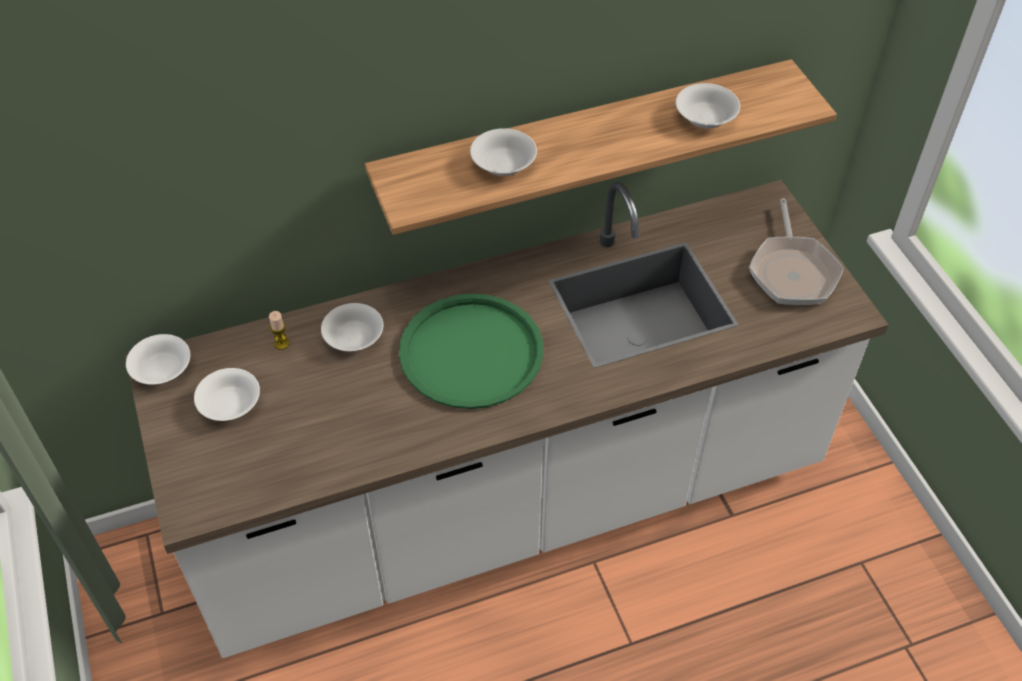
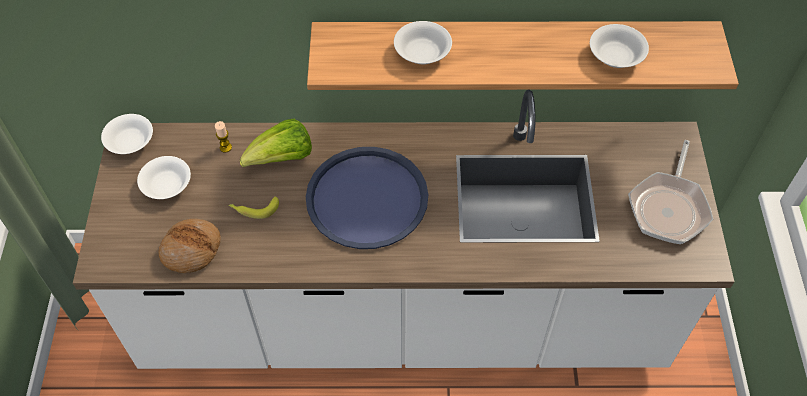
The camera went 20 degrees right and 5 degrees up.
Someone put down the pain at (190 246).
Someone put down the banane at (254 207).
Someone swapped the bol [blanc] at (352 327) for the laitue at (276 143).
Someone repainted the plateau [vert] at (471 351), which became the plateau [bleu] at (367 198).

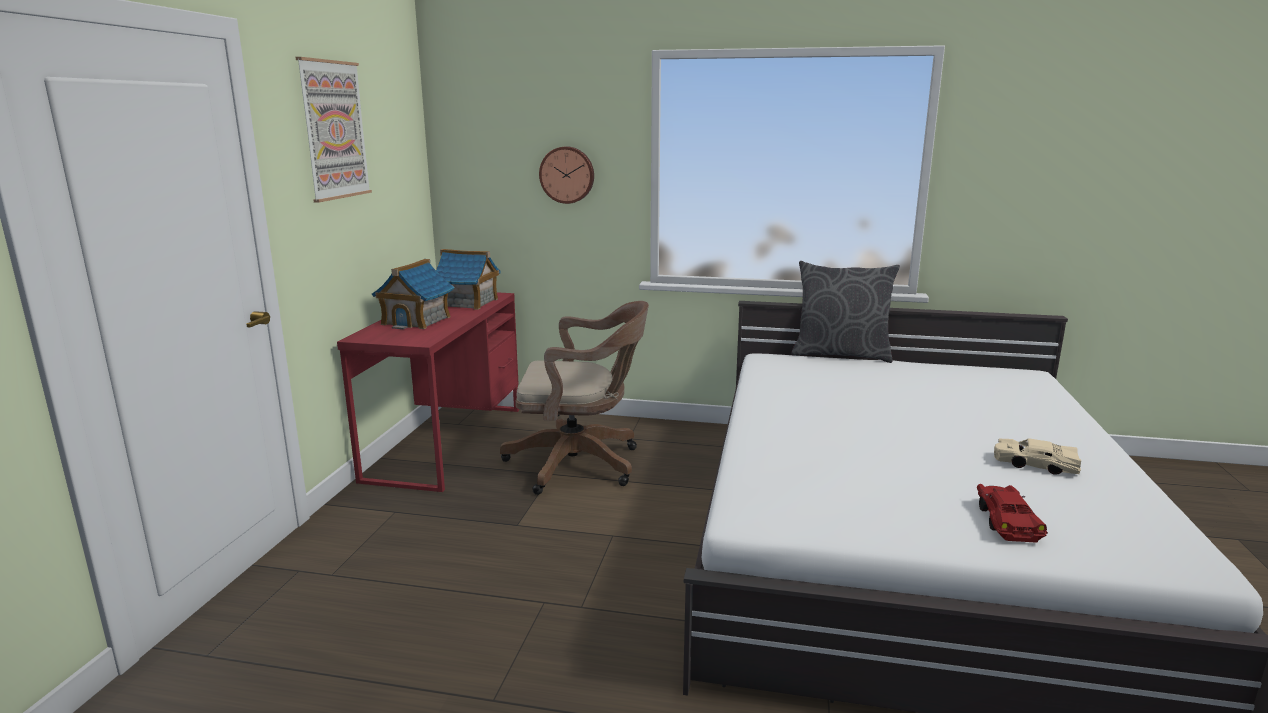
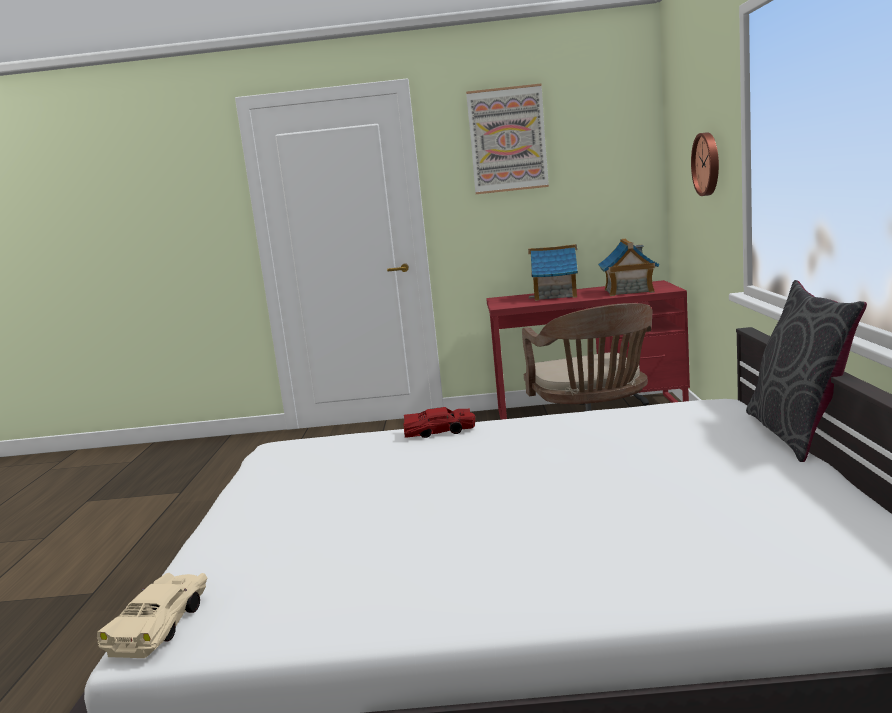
The camera went 80 degrees right and 5 degrees down.
Someone carried the petite voiture [beige] from (1037 456) to (152 615).
Someone carried the petite voiture [rouge] from (1012 513) to (439 422).

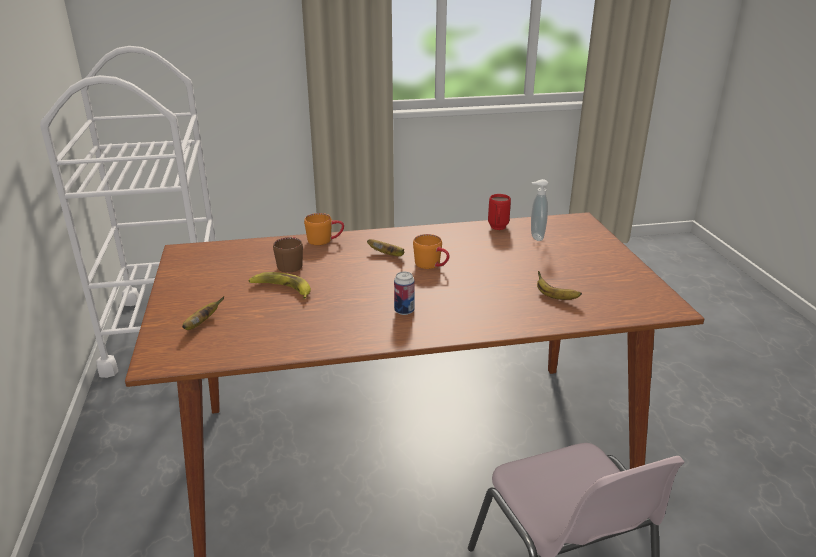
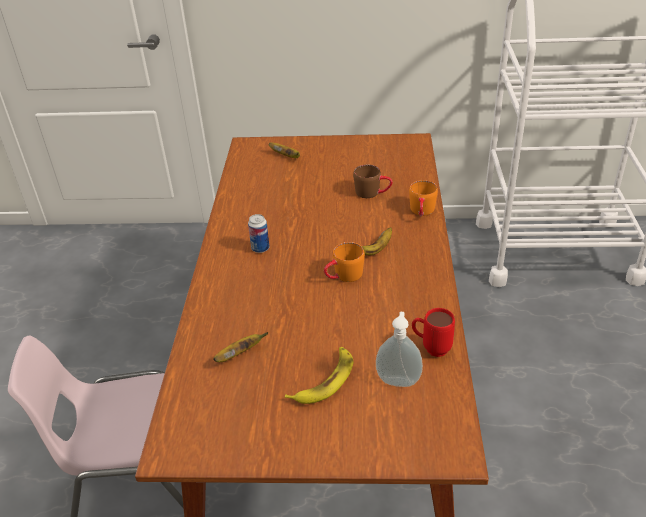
The camera went 105 degrees right and 10 degrees up.
Someone carried the banane from (280 285) to (319 375).

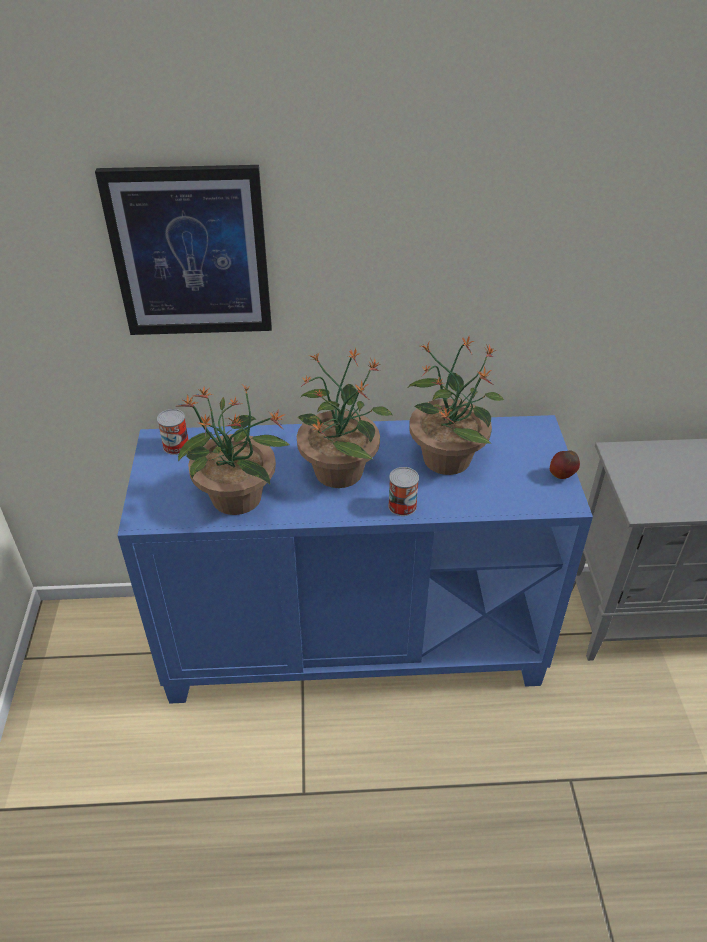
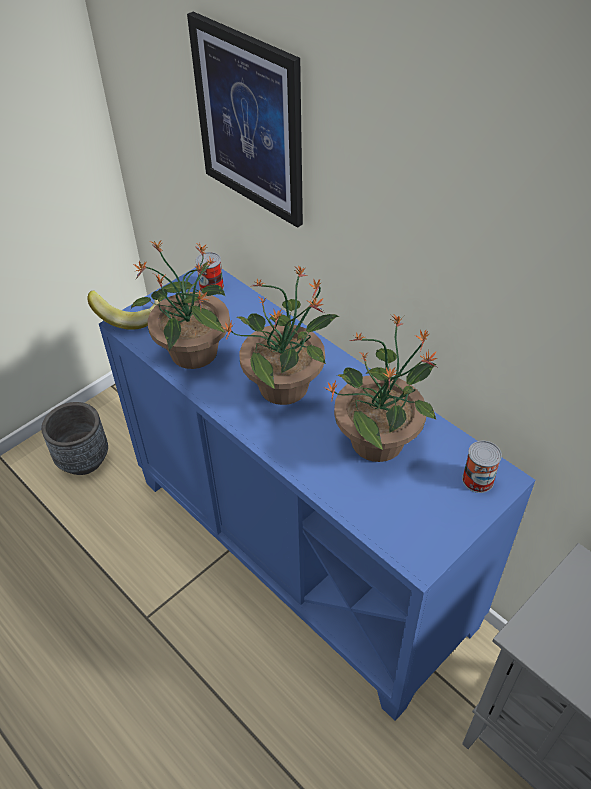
The camera went 50 degrees right and 5 degrees up.
Someone put down the cache-pot [gris] at (74 438).
Someone put down the banane at (124 310).
Someone carried the boîte métallique from (403 491) to (482 467).
Someone took away the pomme at (565 464).

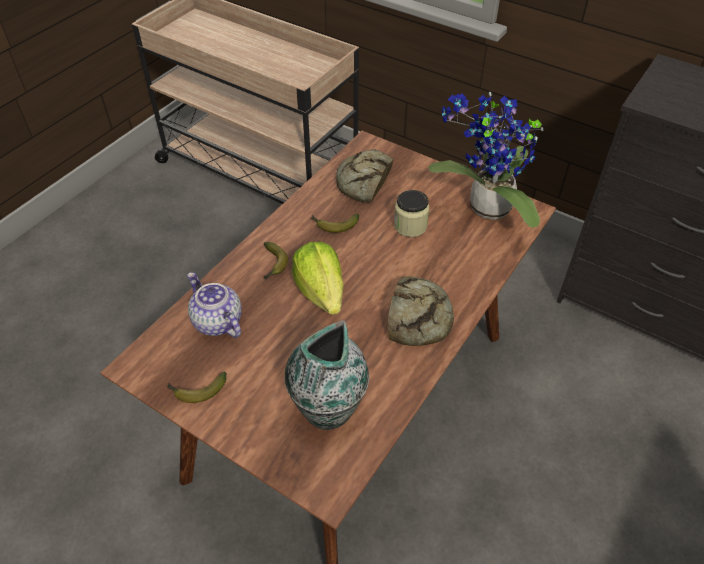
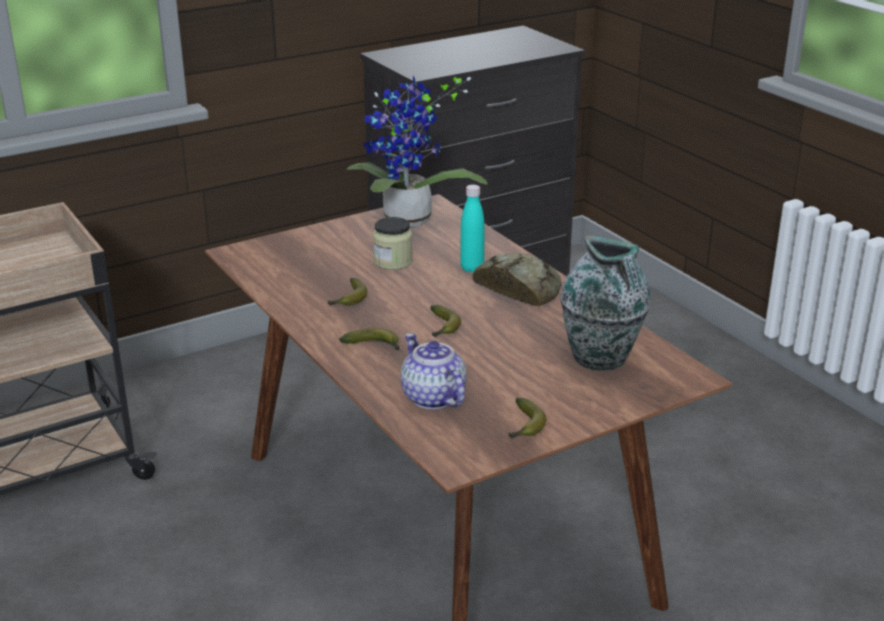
The camera went 65 degrees left and 20 degrees down.
Someone rotated the théière at (214 305) by 75 degrees clockwise.
Someone swapped the laitue at (318 278) for the banane at (446 321).
Someone put down the bouteille [turquoise] at (472 229).
Someone took away the pain at (365 176).

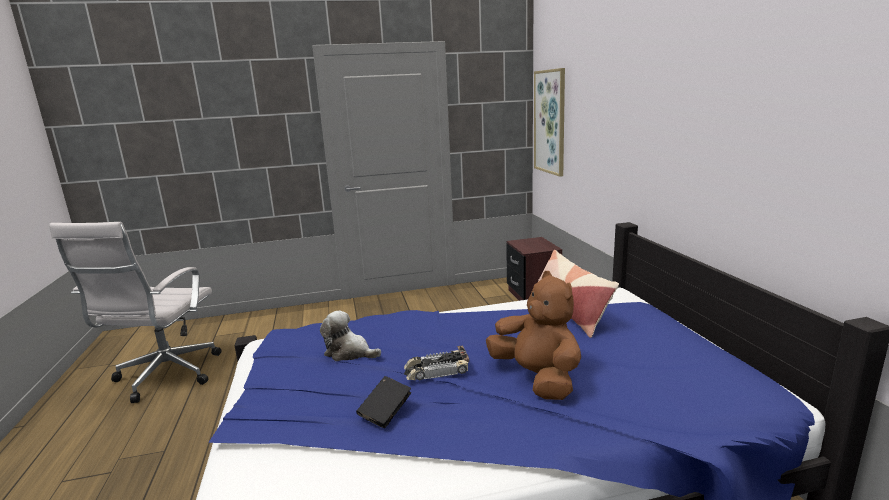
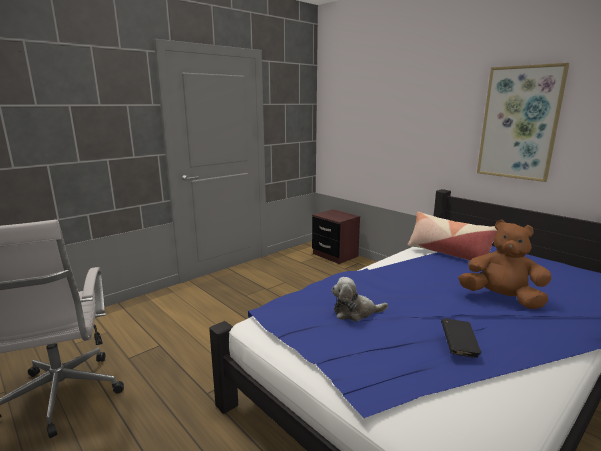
The camera went 30 degrees left and 0 degrees up.
Someone carried the tableau from (549 122) to (523 122).
Someone took away the petite voiture at (436 362).

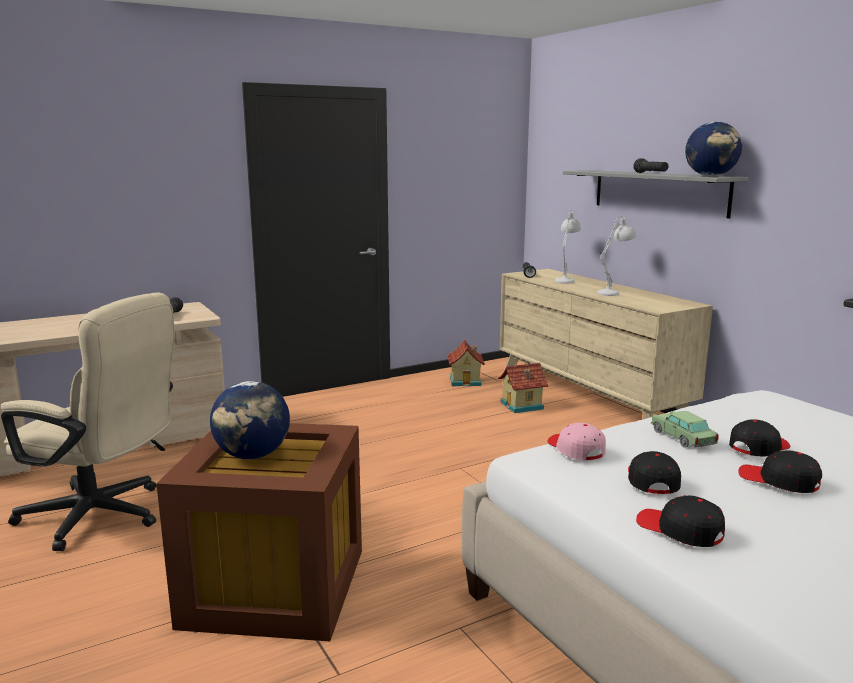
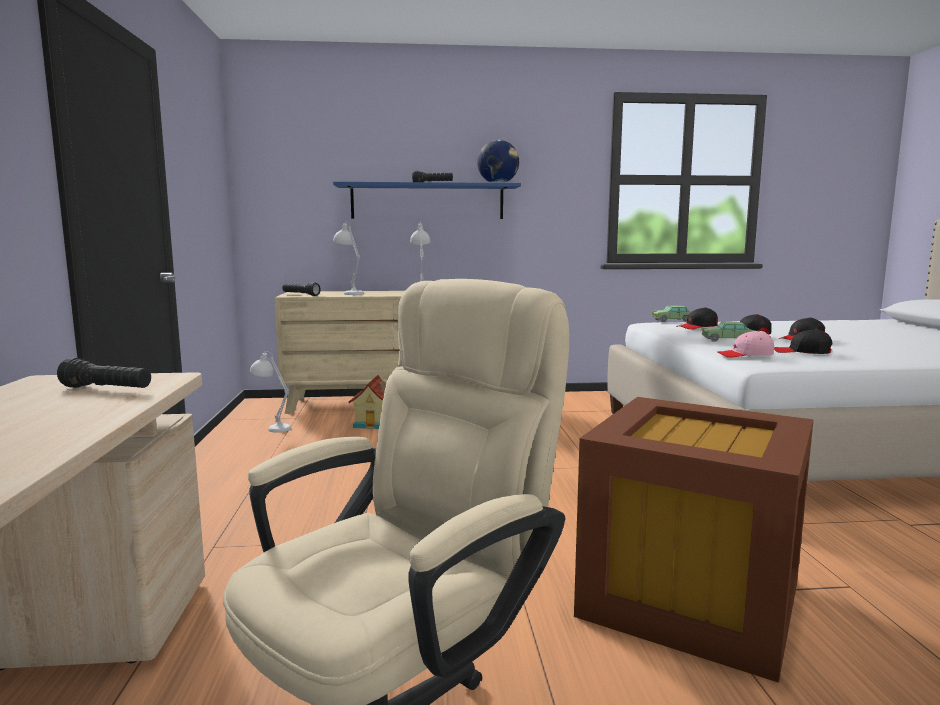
The camera went 65 degrees left and 5 degrees down.
Someone swapped the maison miniature at (466 362) for the lampe de table [blanc] at (270 392).
Someone repainted the étagère [gris] at (655 194), which became the étagère [bleu] at (427 200).
Someone put down the petite voiture at (671 314).
Someone carried the casquette [noir] from (680 521) to (697 318).
Someone took away the globe at (250 420).

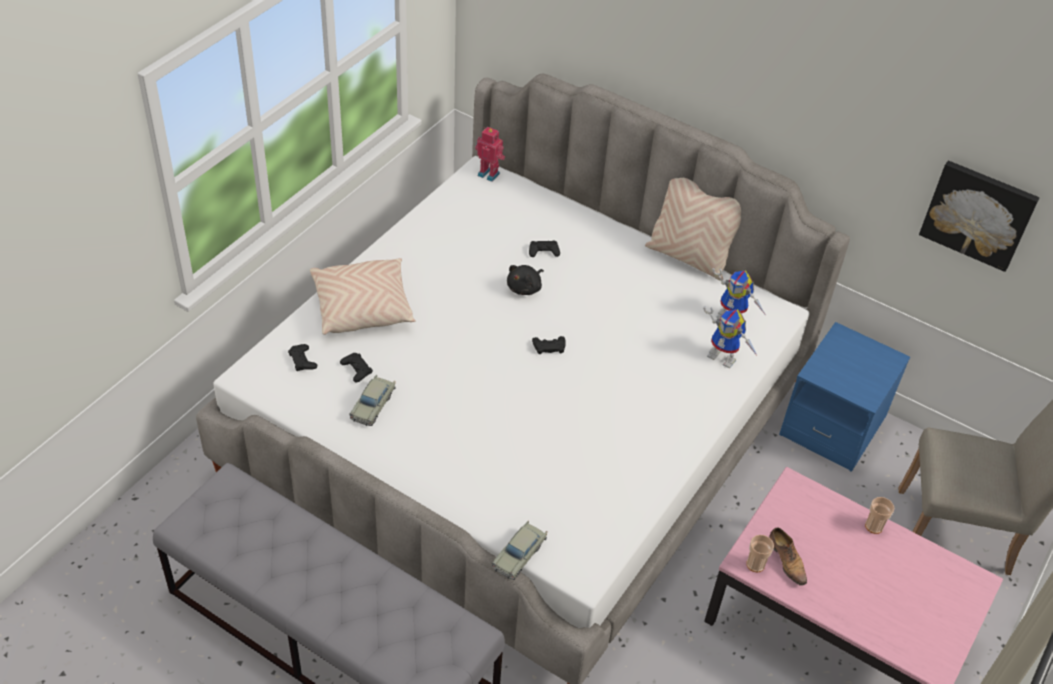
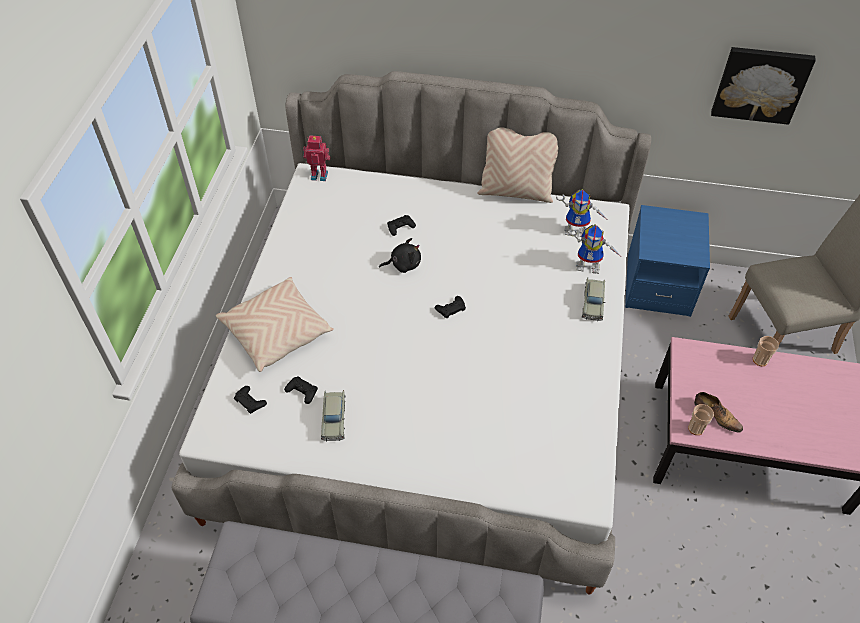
The camera went 20 degrees left and 5 degrees up.
Someone rotated the peluche [noir] at (525 280) by 120 degrees counterclockwise.
Someone carried the petite voiture [beige] from (519 550) to (594 299).

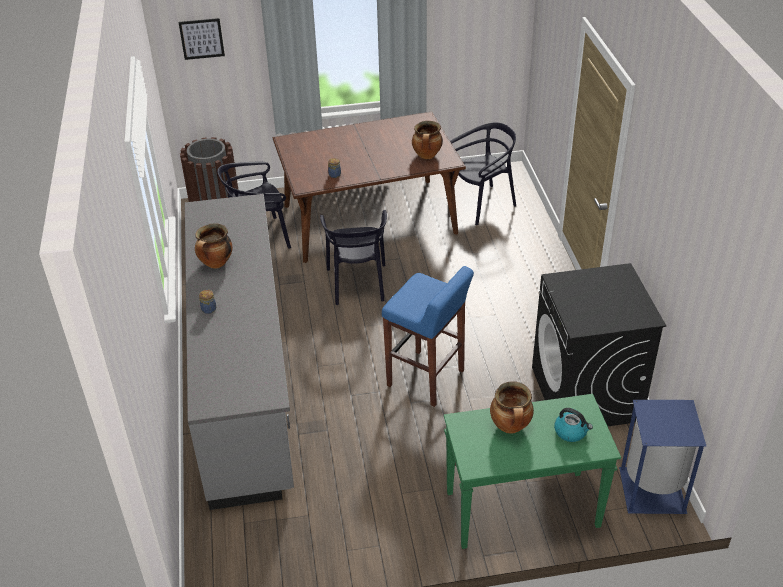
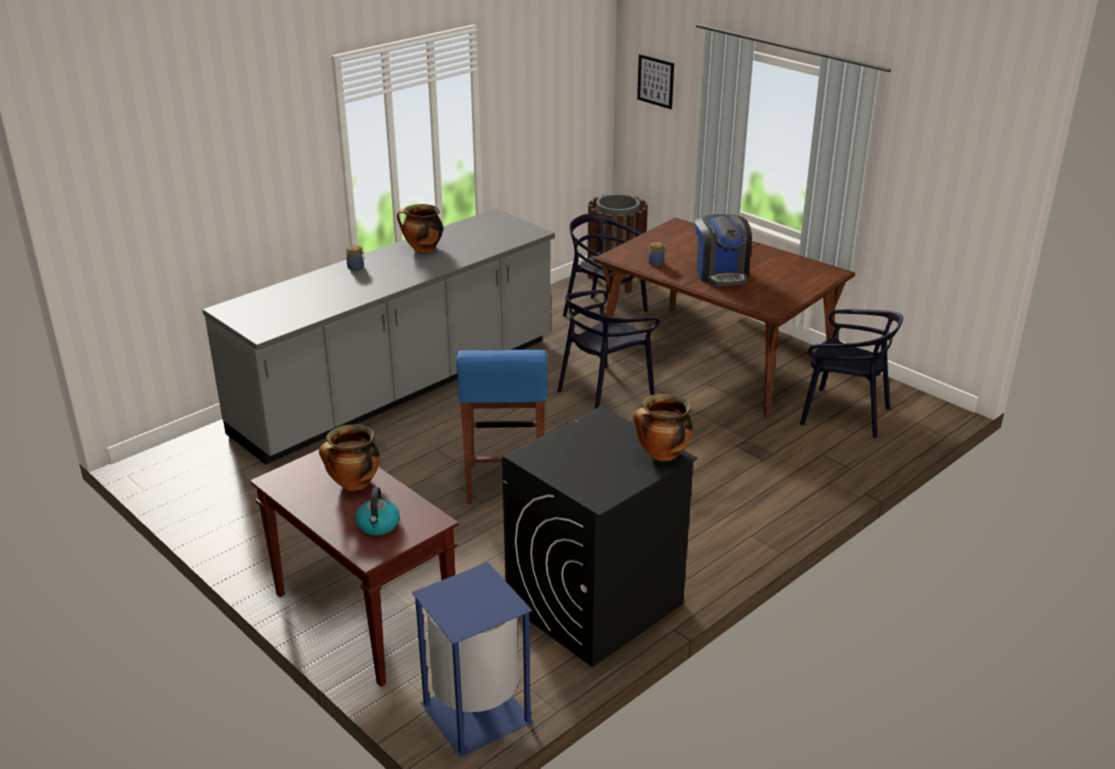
The camera went 55 degrees right and 10 degrees down.
Someone repainted the table console [vert] at (532 471), which became the table console [marron] at (354 568).
Someone carried the marmite from (427 140) to (663 427).
Someone put down the machine à café at (723 250).

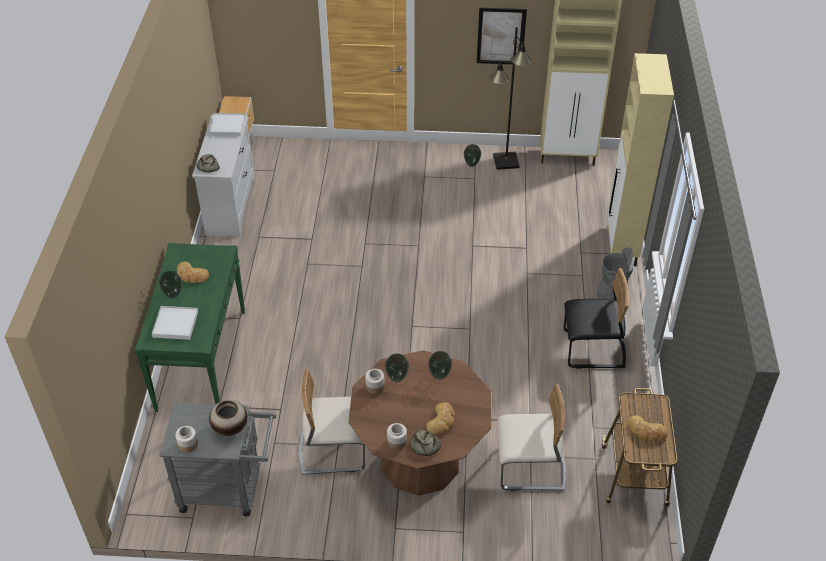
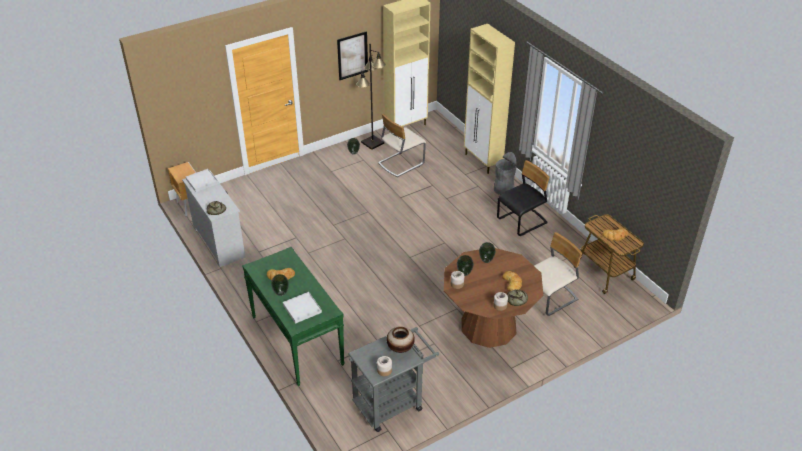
The camera went 35 degrees left and 5 degrees down.
Someone carried the chaise [beige] from (332 421) to (402 146).

